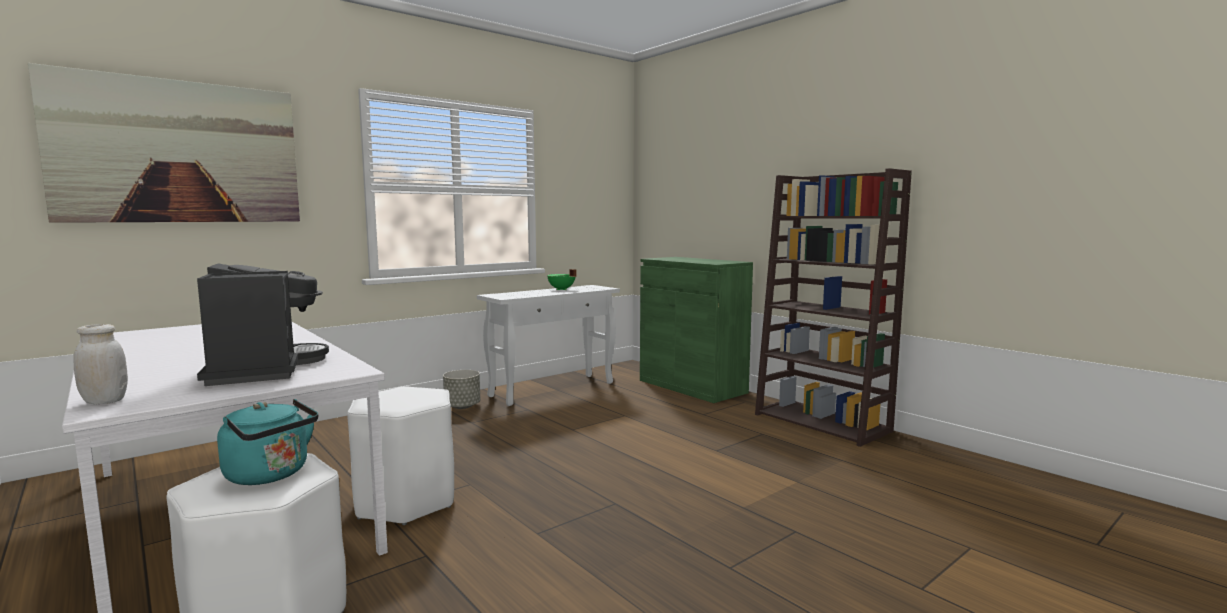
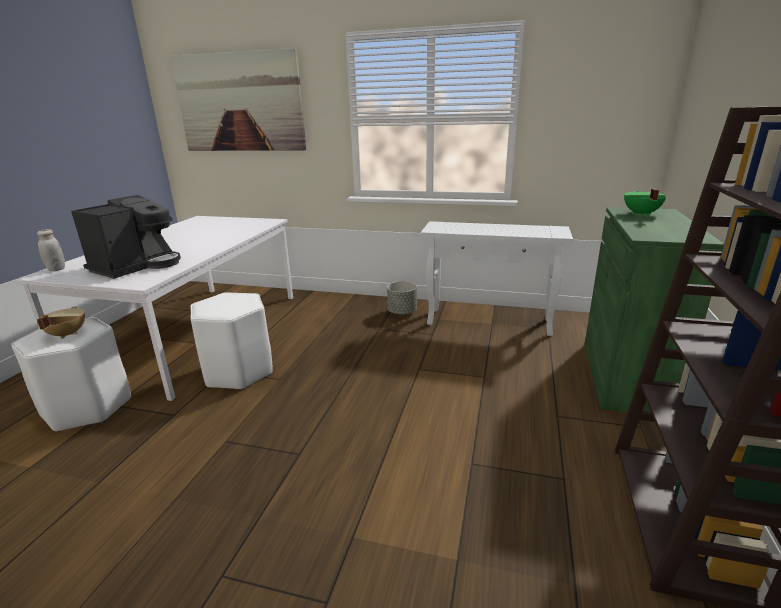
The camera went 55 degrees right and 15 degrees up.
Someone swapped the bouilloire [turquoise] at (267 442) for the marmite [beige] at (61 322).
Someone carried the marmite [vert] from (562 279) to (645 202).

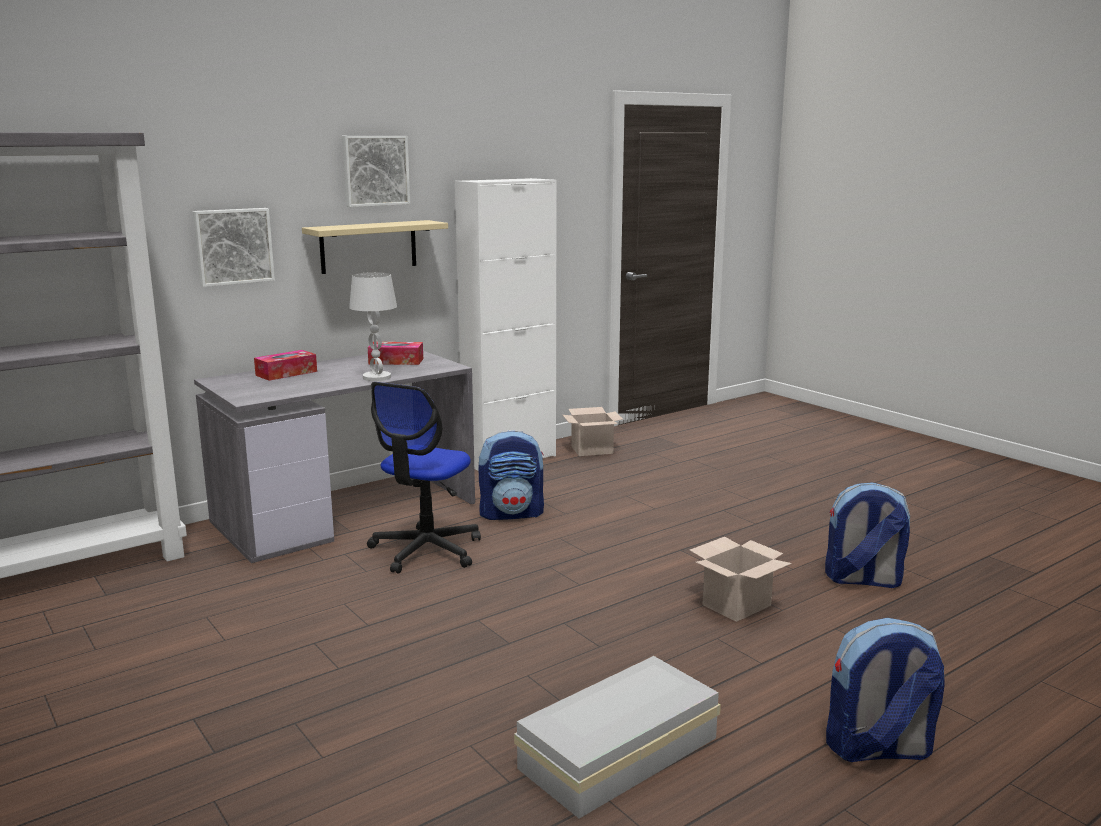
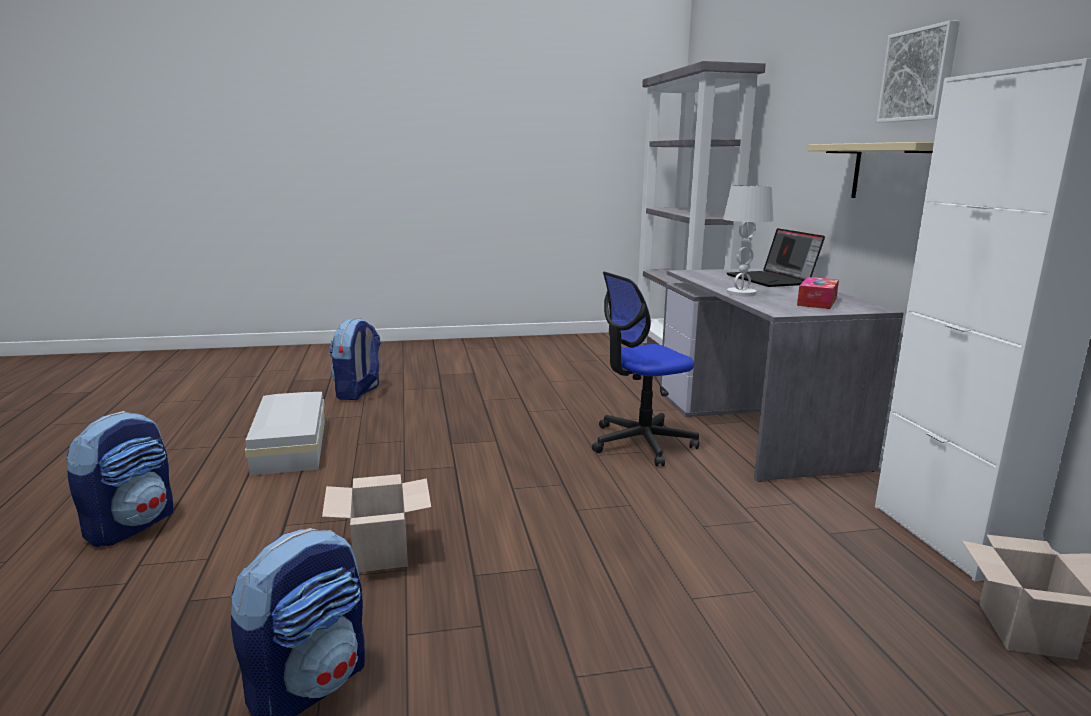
The camera went 115 degrees right and 0 degrees up.
Someone carried the sac à dos from (511 475) to (355 359).
Someone rotated the chaise de bureau at (424 478) by 75 degrees counterclockwise.
Someone swapped the boîte à mouchoirs at (285 365) for the ordinateur portable at (776 257).
Someone took away the tableau at (234 247).

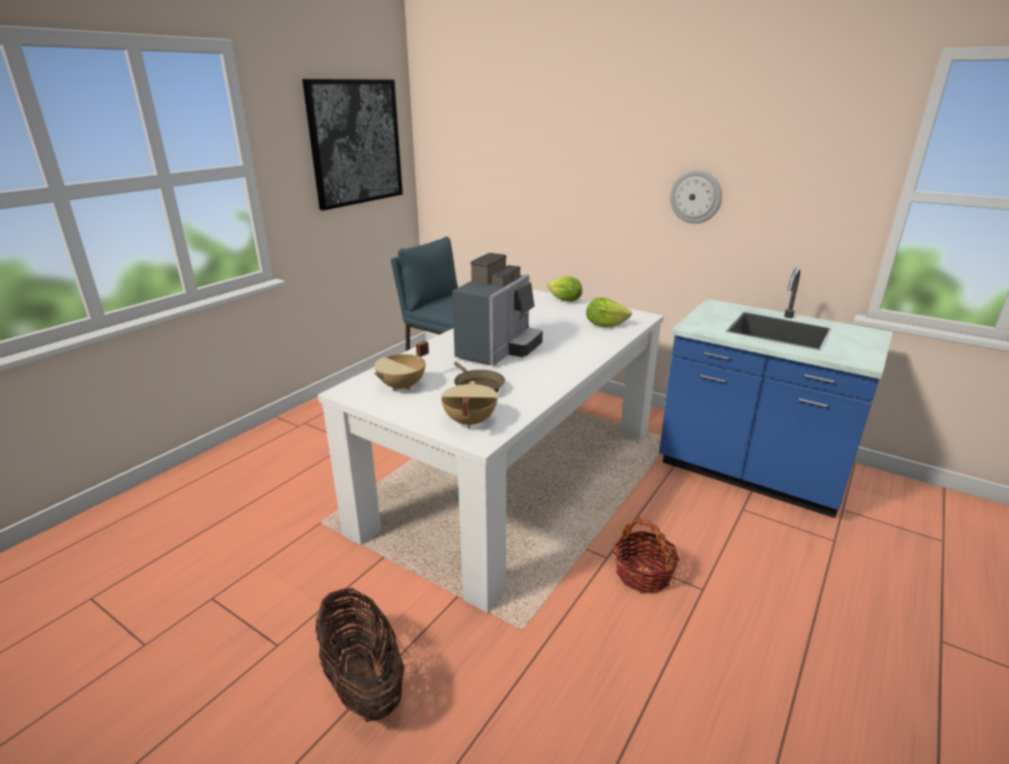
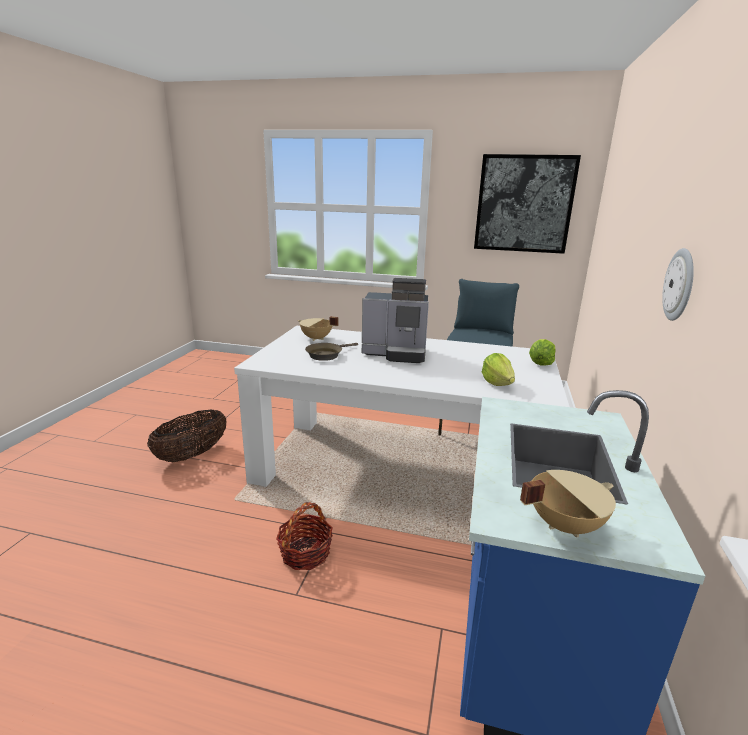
The camera went 70 degrees right and 5 degrees down.
Someone carried the marmite [beige] from (469 404) to (568 504).

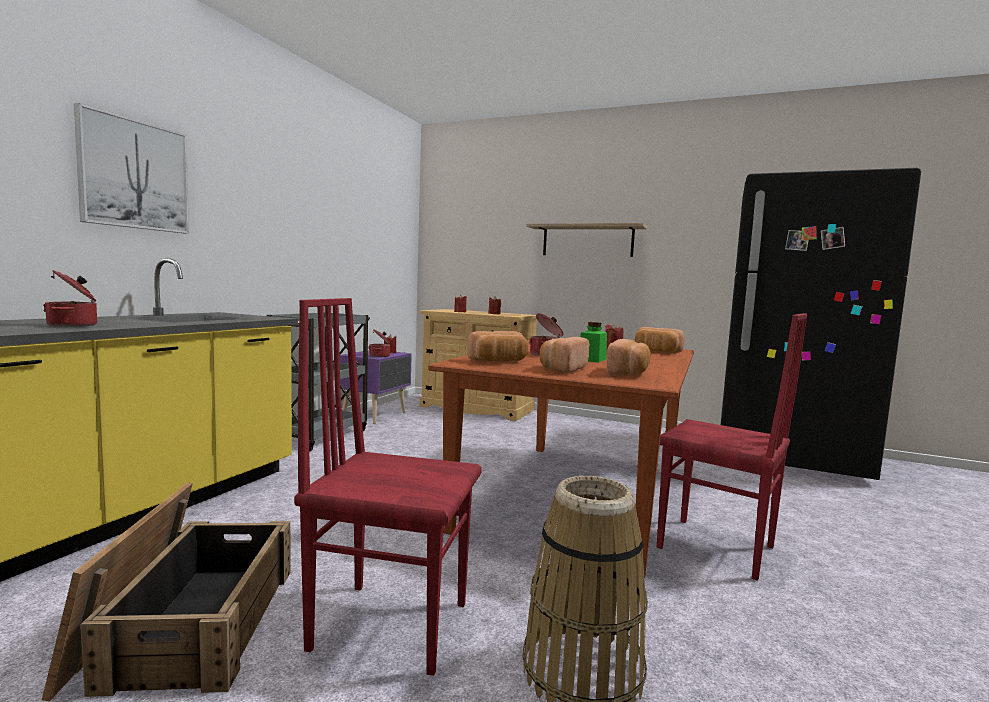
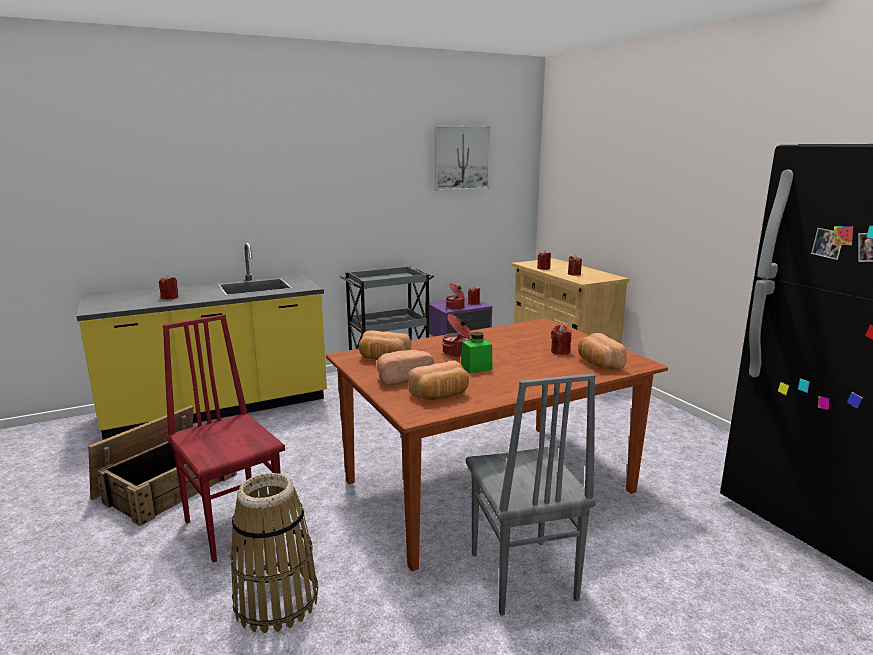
The camera went 40 degrees right and 10 degrees up.
Someone swapped the marmite at (70 298) for the bougie [rouge] at (168 287).
Someone carried the tableau from (131 168) to (462 158).
Someone repainted the chaise [rouge] at (732 447), which became the chaise [gris] at (531 495).
Someone took away the étagère at (586 240).

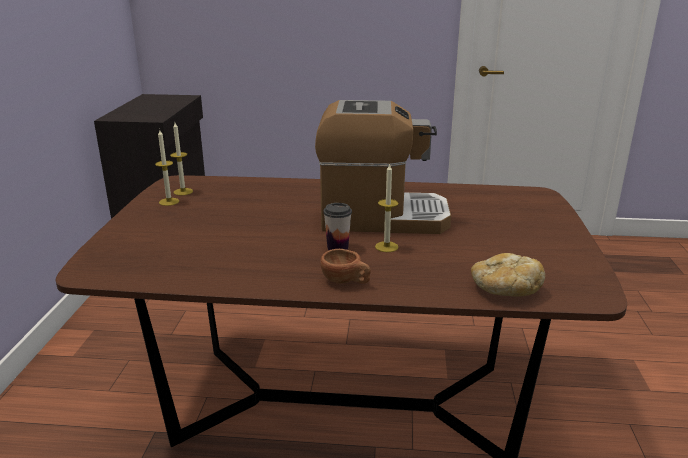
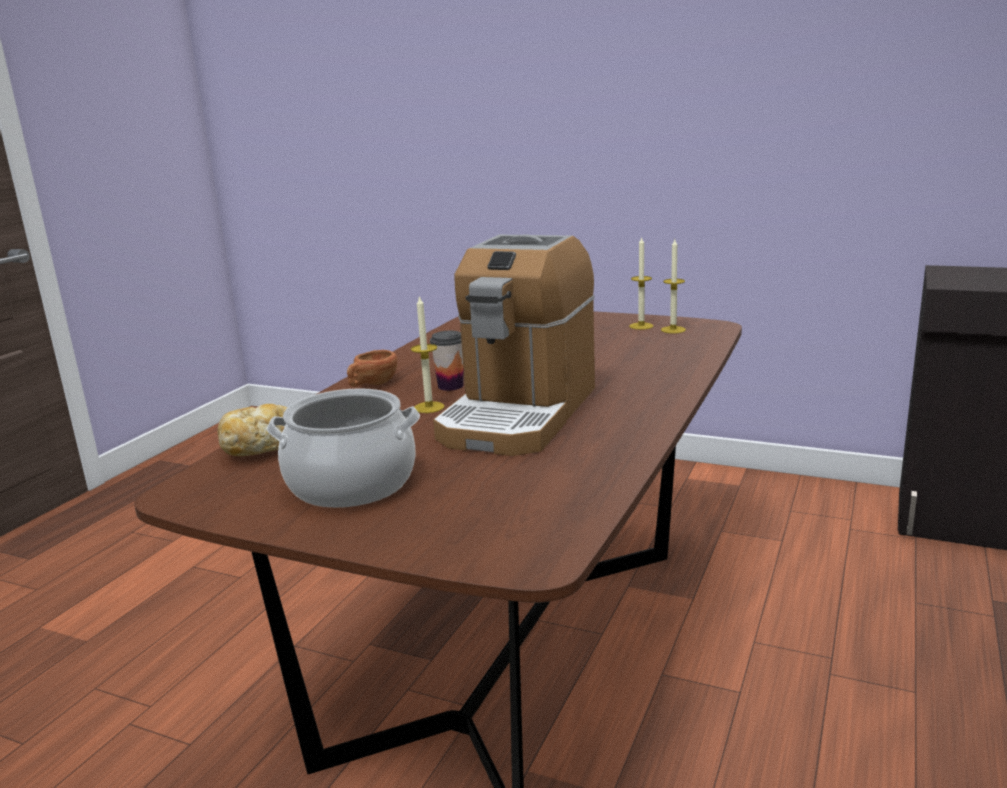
The camera went 110 degrees right and 5 degrees down.
Someone put down the marmite at (343 448).

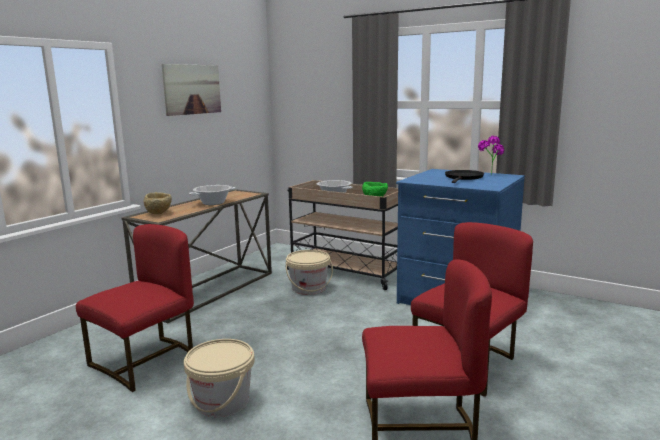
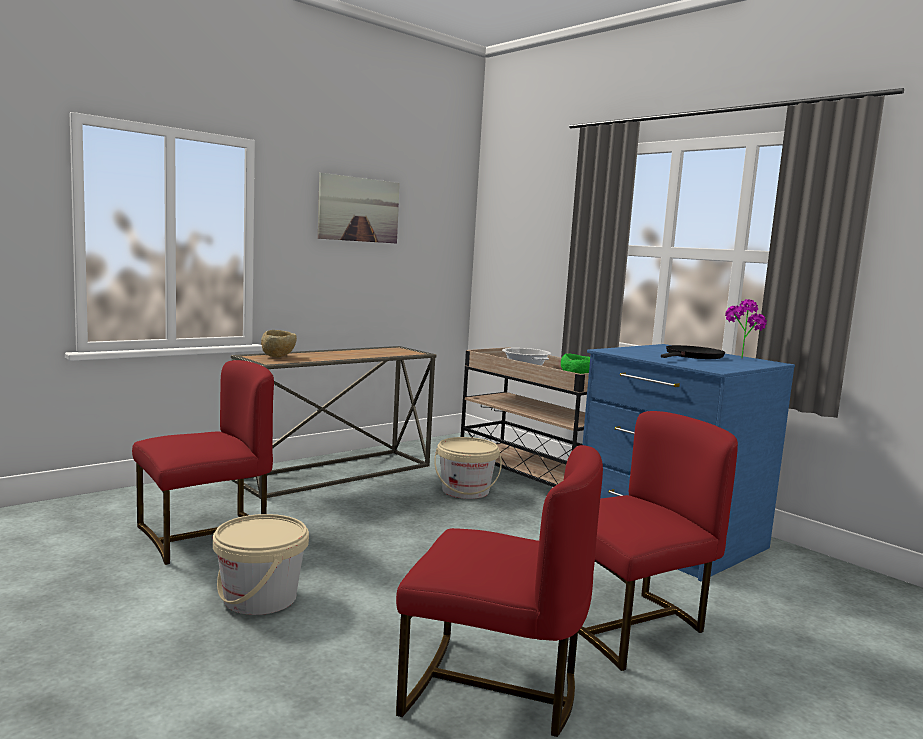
The camera went 15 degrees right and 5 degrees down.
Someone took away the marmite at (212 195).

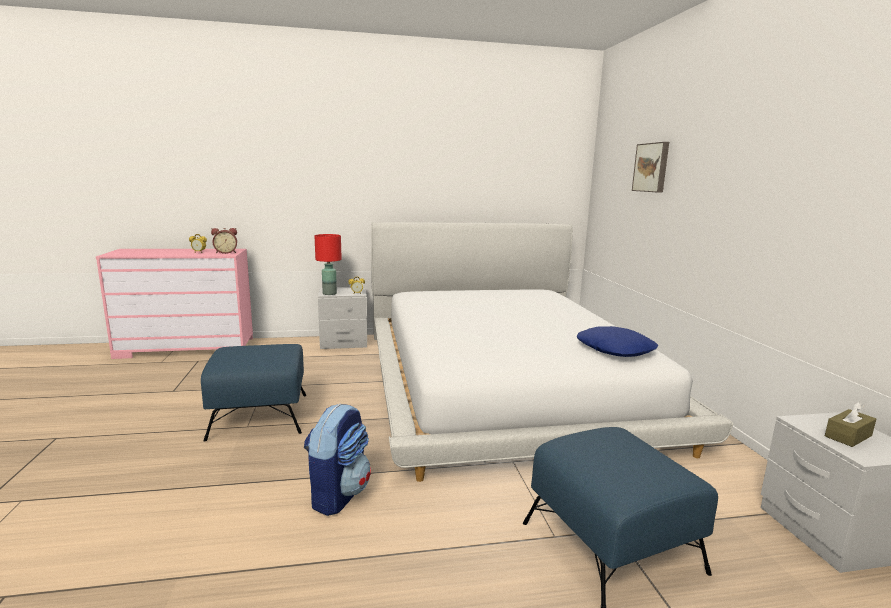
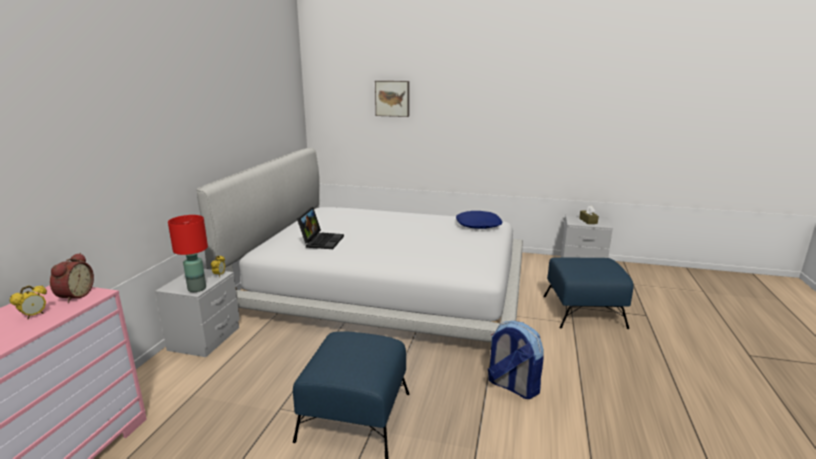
The camera went 65 degrees left and 5 degrees up.
Someone put down the ordinateur portable at (320 228).

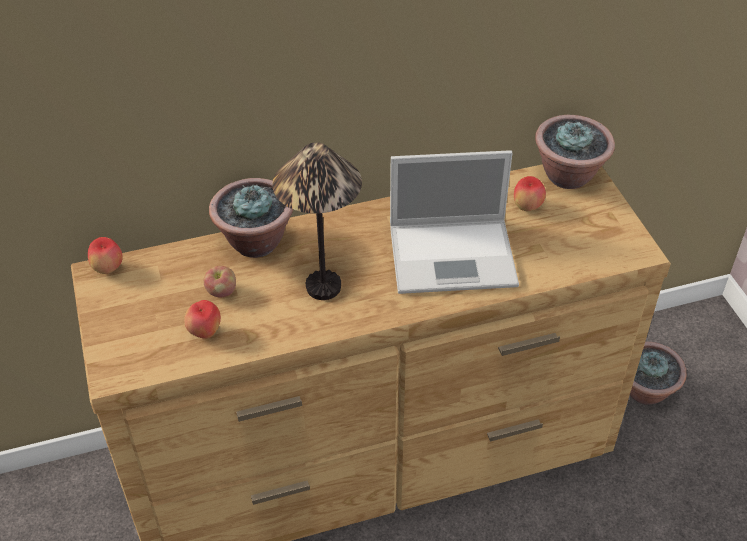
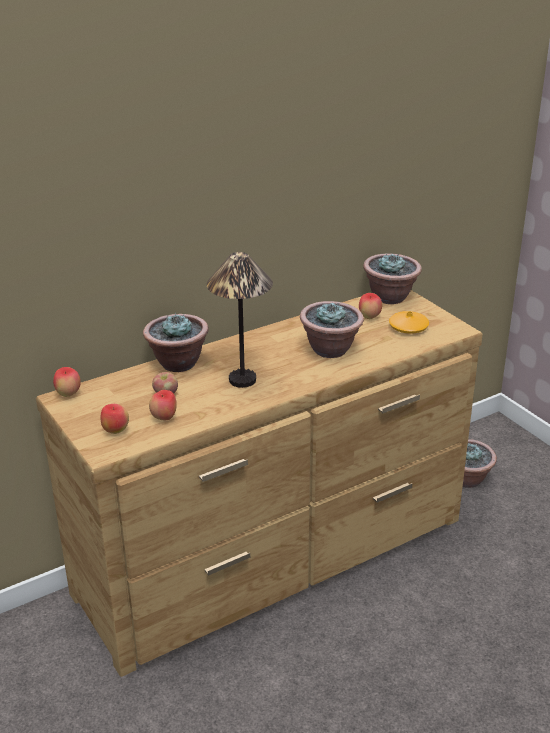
The camera went 15 degrees left and 15 degrees down.
Someone put down the pomme at (114 419).
Someone swapped the ordinateur portable at (454 222) for the plante en pot at (332 329).
Someone put down the vase [orange] at (409 322).

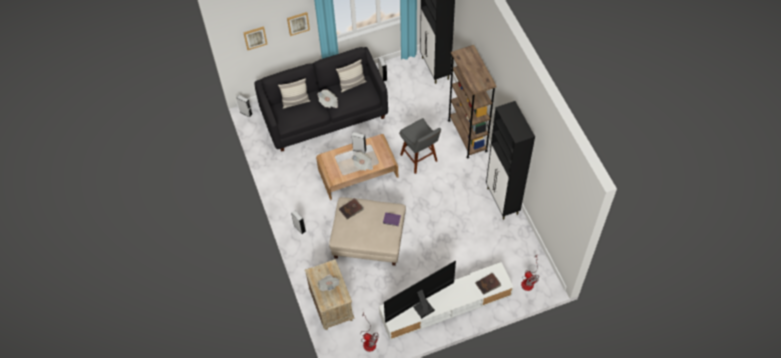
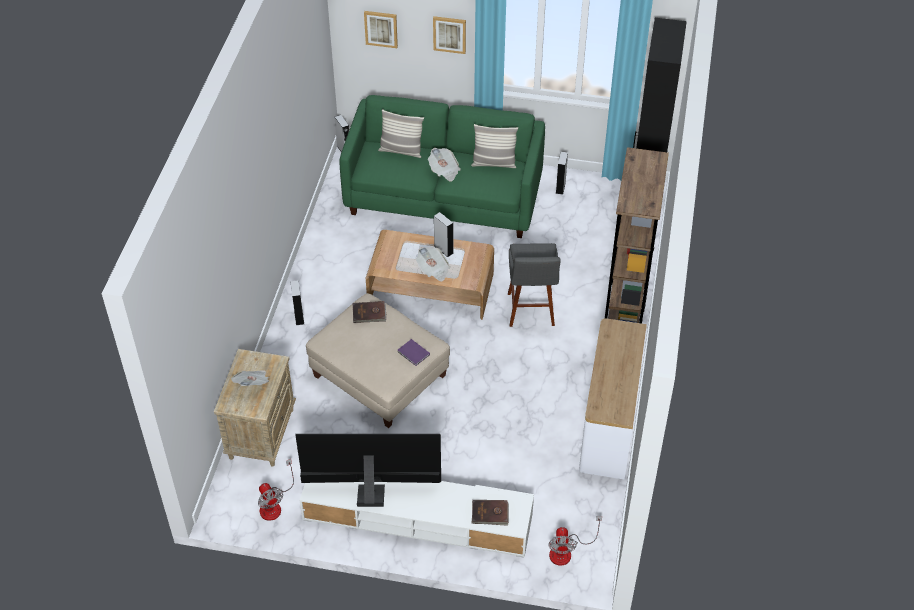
The camera went 30 degrees right and 10 degrees down.
Someone repainted the canapé [noir] at (321 99), which became the canapé [vert] at (442 166).
Someone swapped the meuble de rangement [noir] at (510 160) for the table console at (613 398).

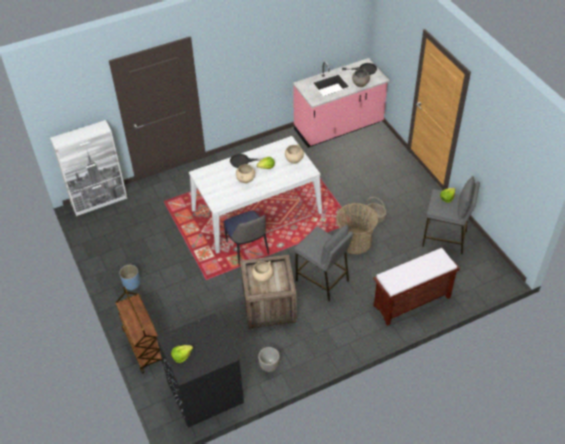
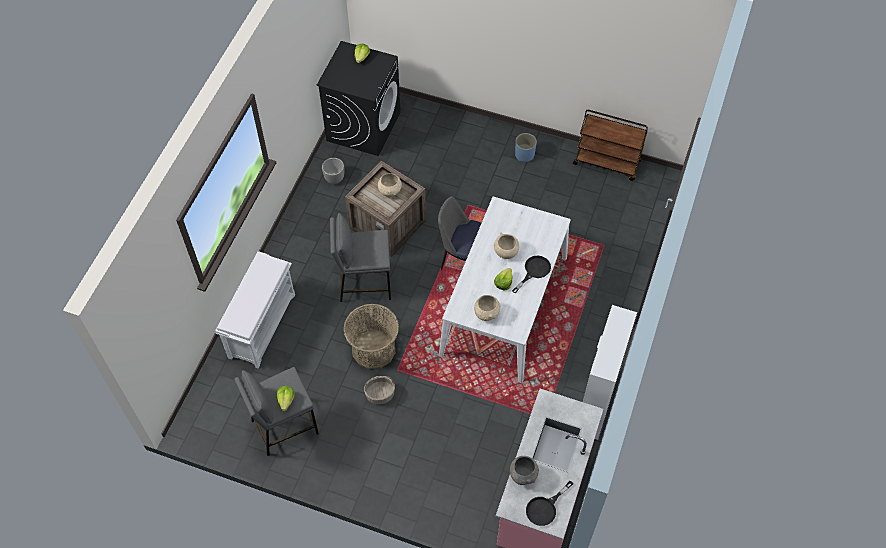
The camera went 135 degrees right and 10 degrees up.
Someone repainted the banc [marron] at (416 287), which became the banc [blanc] at (255 310).
Someone carried the chariot [marron] from (139 330) to (610 145).
Someone carried the meuble de rangement [blanc] from (88 168) to (610 372).

